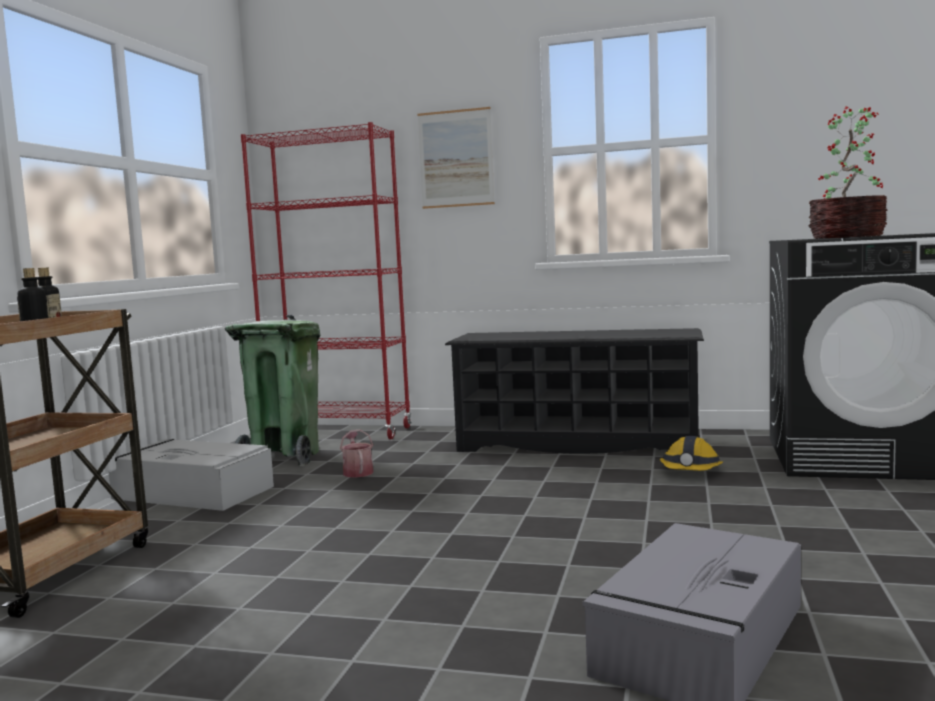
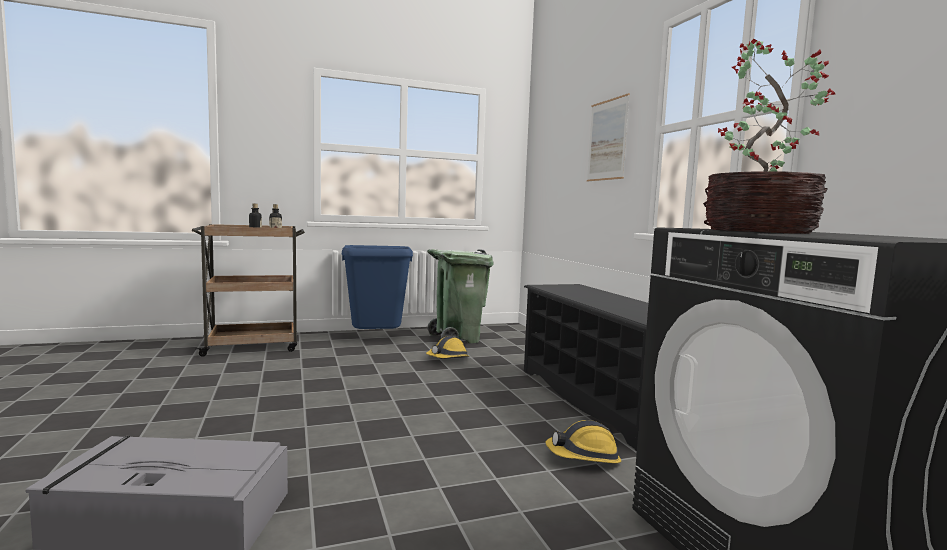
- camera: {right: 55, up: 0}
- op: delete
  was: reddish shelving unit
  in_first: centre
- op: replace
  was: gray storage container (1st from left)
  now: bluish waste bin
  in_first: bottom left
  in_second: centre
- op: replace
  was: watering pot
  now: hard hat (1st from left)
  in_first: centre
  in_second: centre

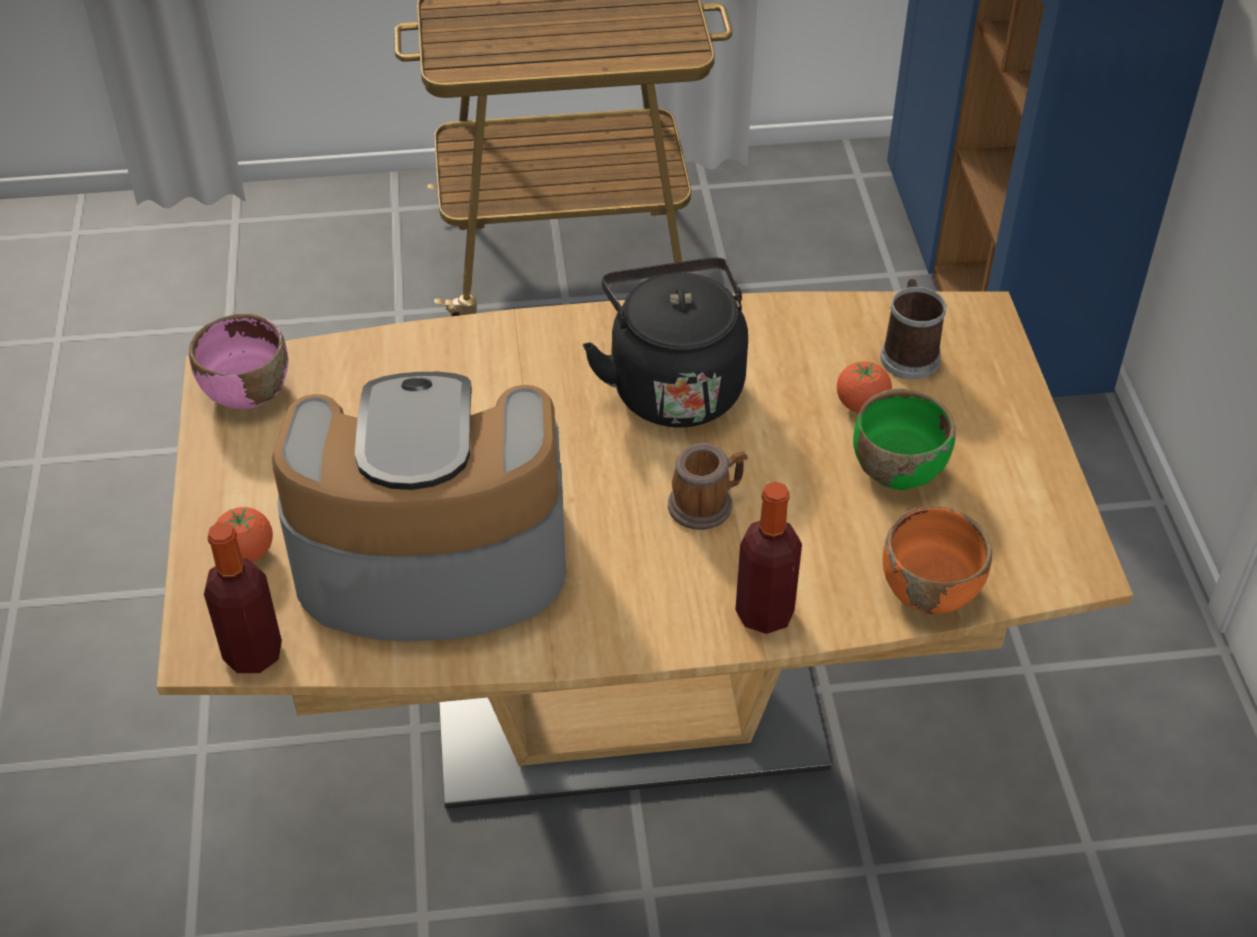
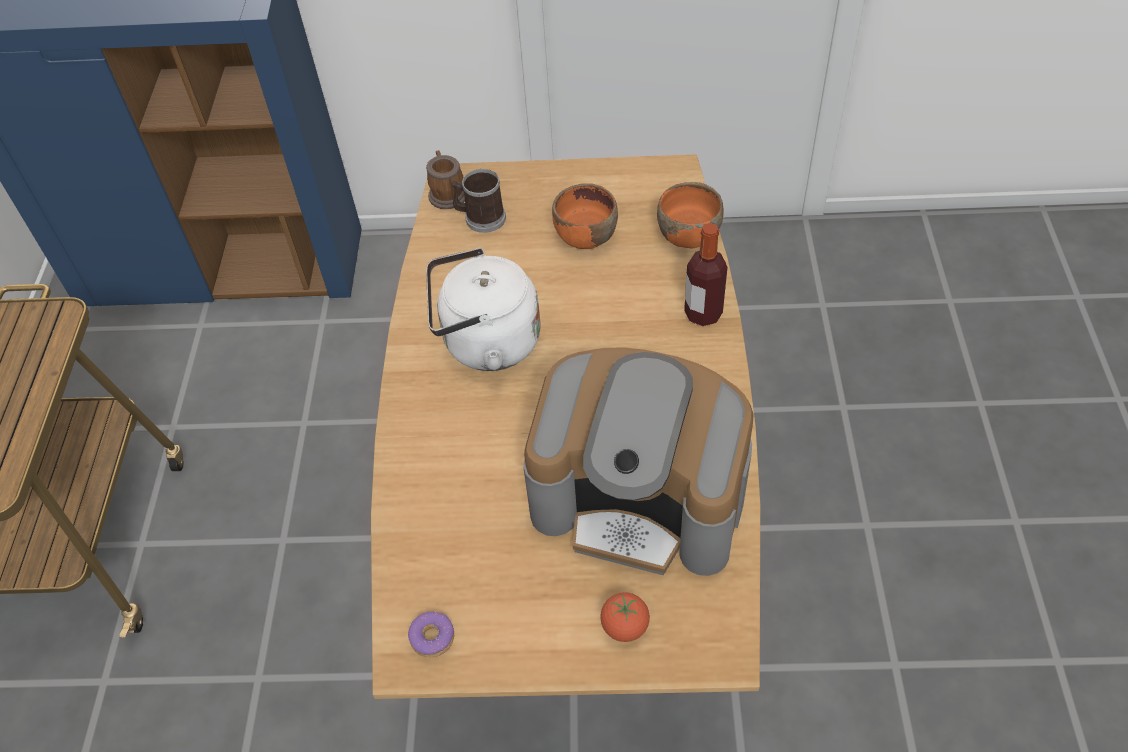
- camera: {right: -80, up: 5}
- op: delete
  was: bottle (1st from left)
  in_first: middle left
- op: delete
  was: fresh tomato (2nd from left)
  in_first: middle right
- op: move
  was: coffee mug (1st from left)
  in_first: centre
  in_second: top centre
- op: replace
  was: pinkish bowl
  now: donut
  in_first: middle left
  in_second: bottom centre
- op: recolor
  was: black-coloured tea kettle
  now: white-coloured tea kettle
  in_first: centre
  in_second: centre
- op: recolor
  was: greenish bowl
  now: orange bowl (1st from left)
  in_first: middle right
  in_second: top centre
- op: rotate
  was: coffee maker
  in_first: centre
  in_second: centre
  clockwise: -75

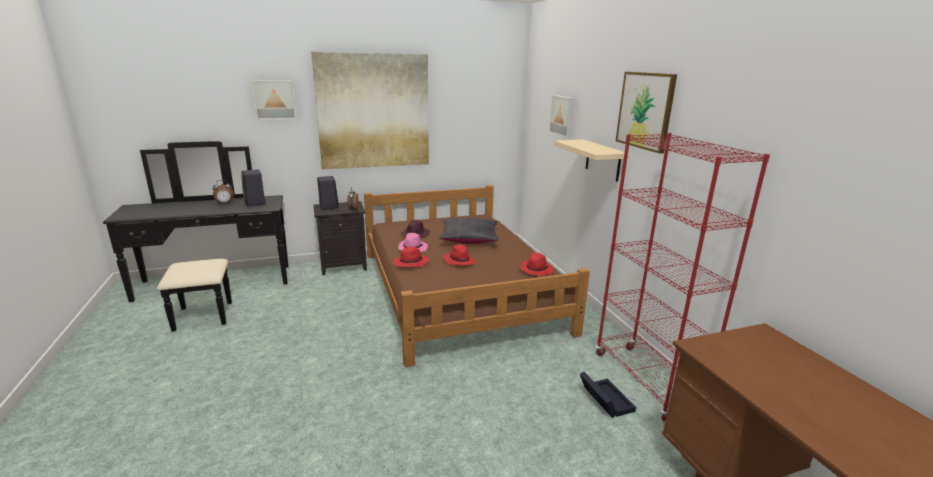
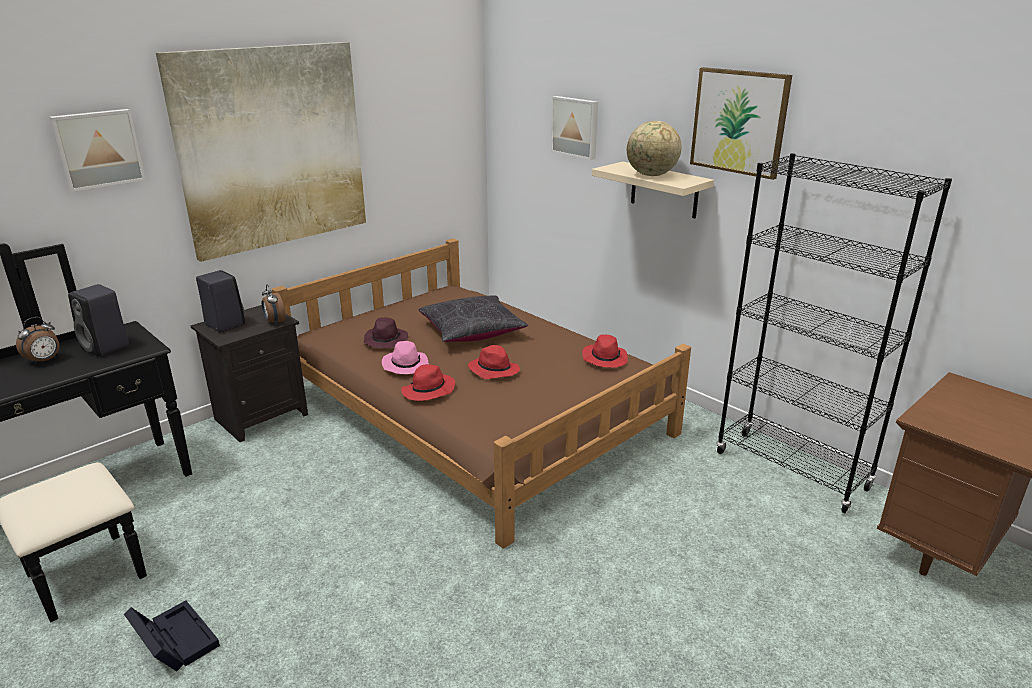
- camera: {right: -25, up: 5}
- op: insert
  now: world globe
  in_second: top centre
- op: move
  was: black-coloured storage container
  in_first: bottom centre
  in_second: bottom left
- op: recolor
  was: reddish shelving unit
  now: black-coloured shelving unit
  in_first: middle right
  in_second: middle right

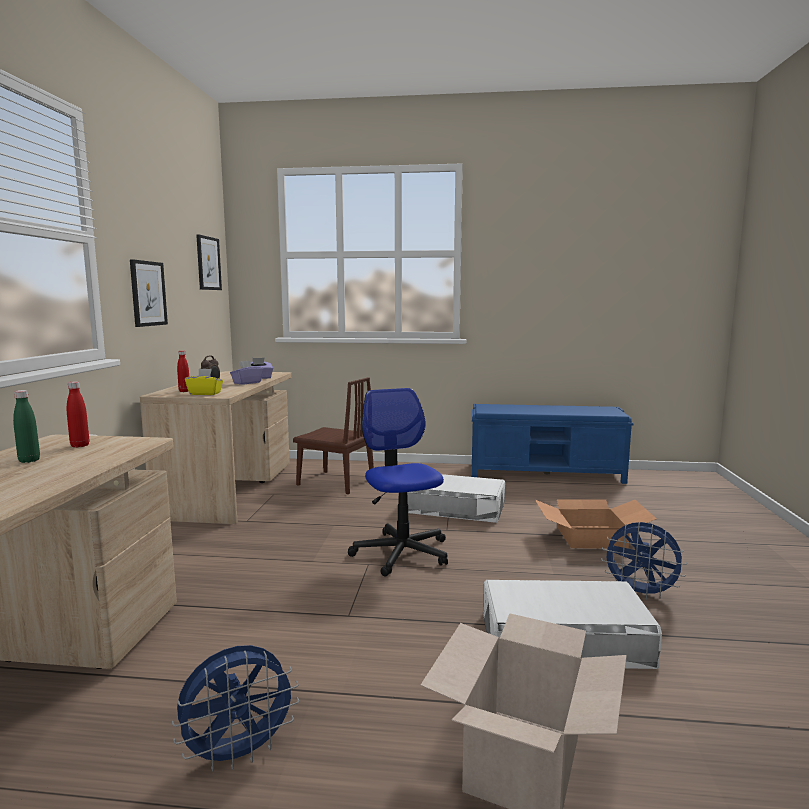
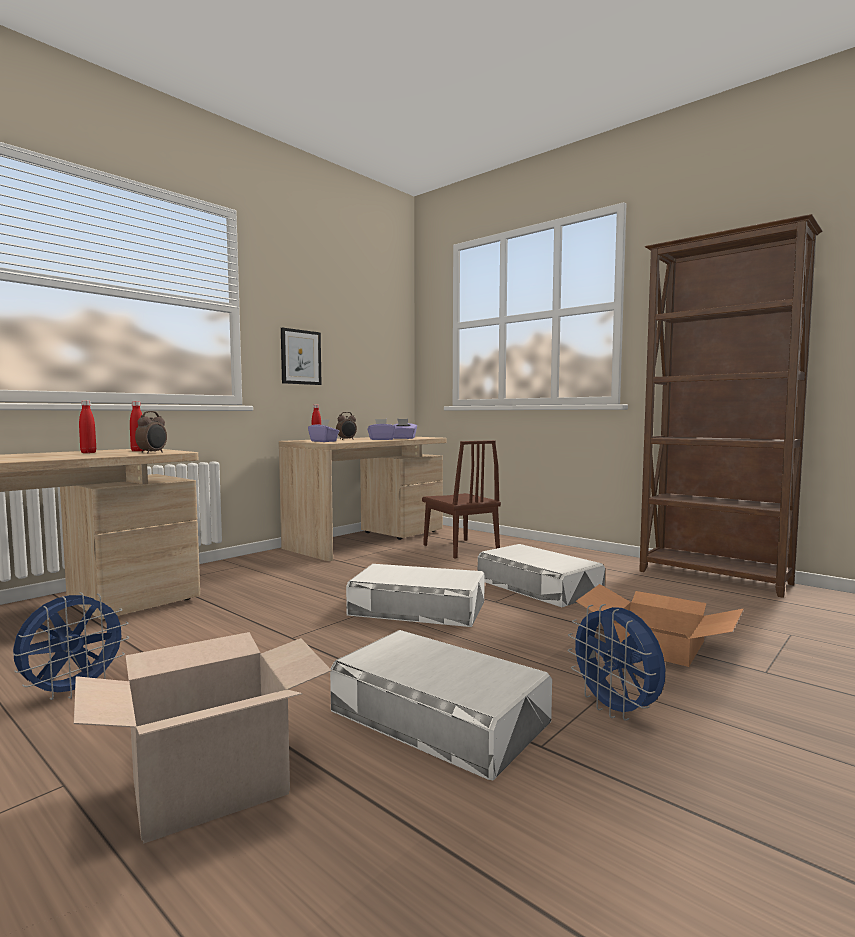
- camera: {right: 35, up: -5}
- op: delete
  was: picture (2nd from left)
  in_first: top left
- op: insert
  now: bedside clock (1st from left)
  in_second: middle left
- op: replace
  was: desk chair
  now: white-coloured storage container (1st from left)
  in_first: centre
  in_second: centre
- op: replace
  was: bluish long seat
  now: brown-coloured shelving unit
  in_first: middle right
  in_second: middle right
- op: recolor
  was: greenish bottle
  now: reddish bottle (1st from left)
  in_first: middle left
  in_second: middle left
- op: recolor
  was: yellow-coloured tissue holder
  now: purplish tissue holder (1st from left)
  in_first: middle left
  in_second: centre
- op: rotate
  was: bluish cooling fan (1st from left)
  in_first: bottom left
  in_second: bottom left
  clockwise: -60

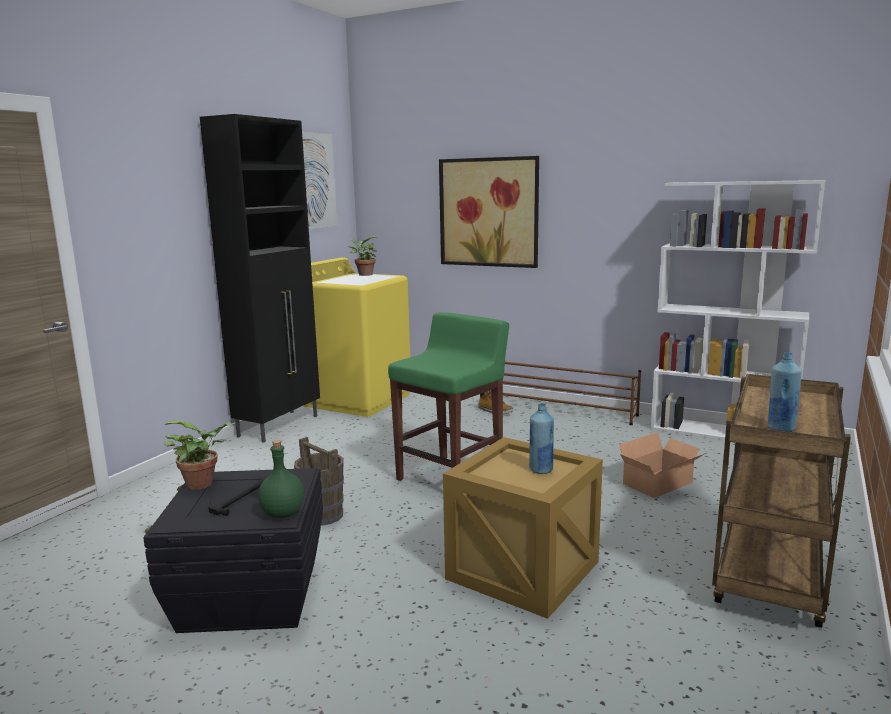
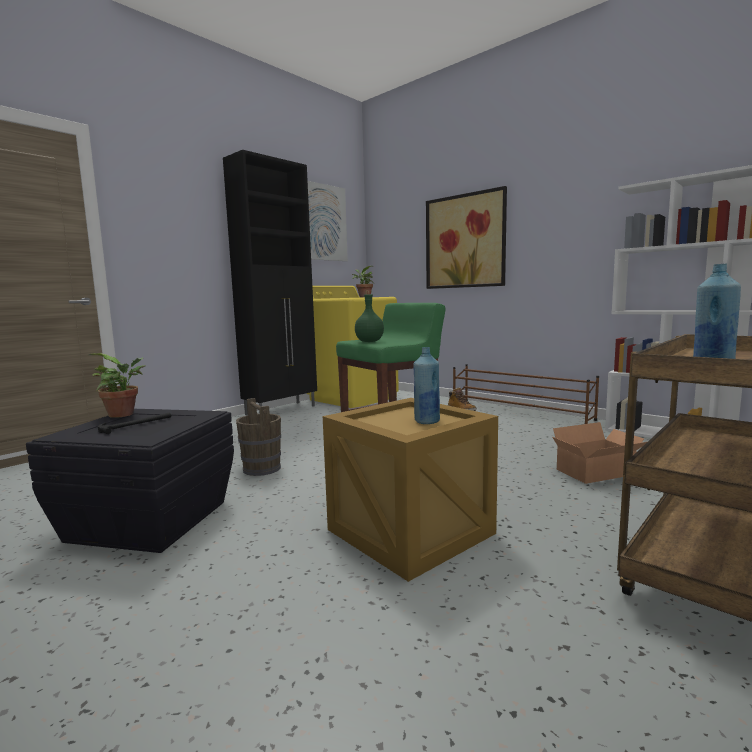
- camera: {right: 15, up: -5}
- op: move
  was: greenish bottle
  in_first: bottom left
  in_second: centre

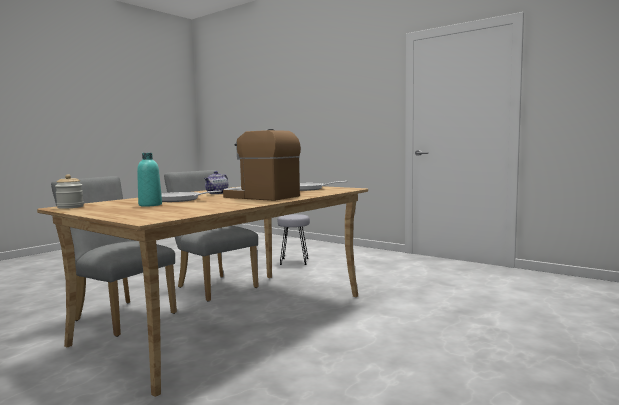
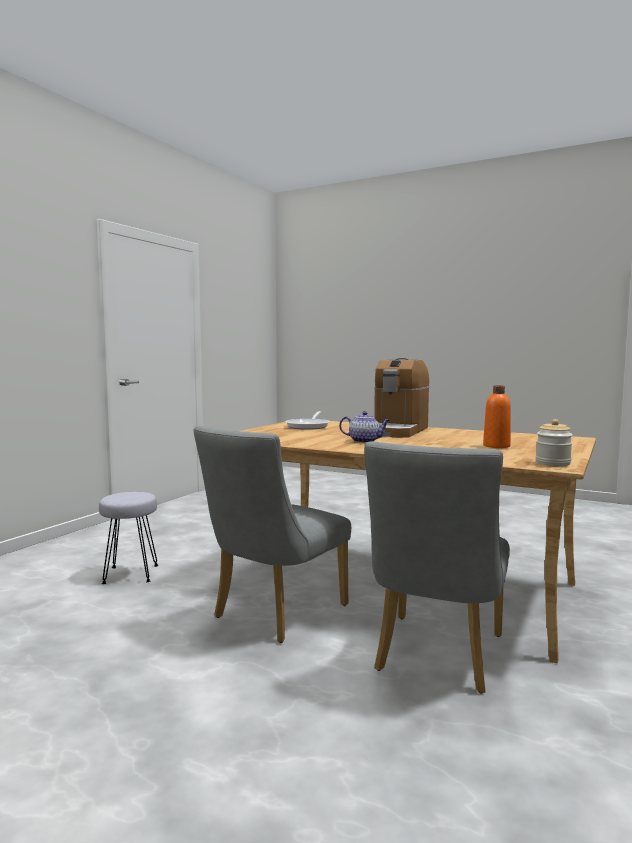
- camera: {right: -100, up: 0}
- op: delete
  was: skillet (1st from left)
  in_first: middle left
- op: recolor
  was: blue-green bottle
  now: orange bottle
  in_first: middle left
  in_second: middle right

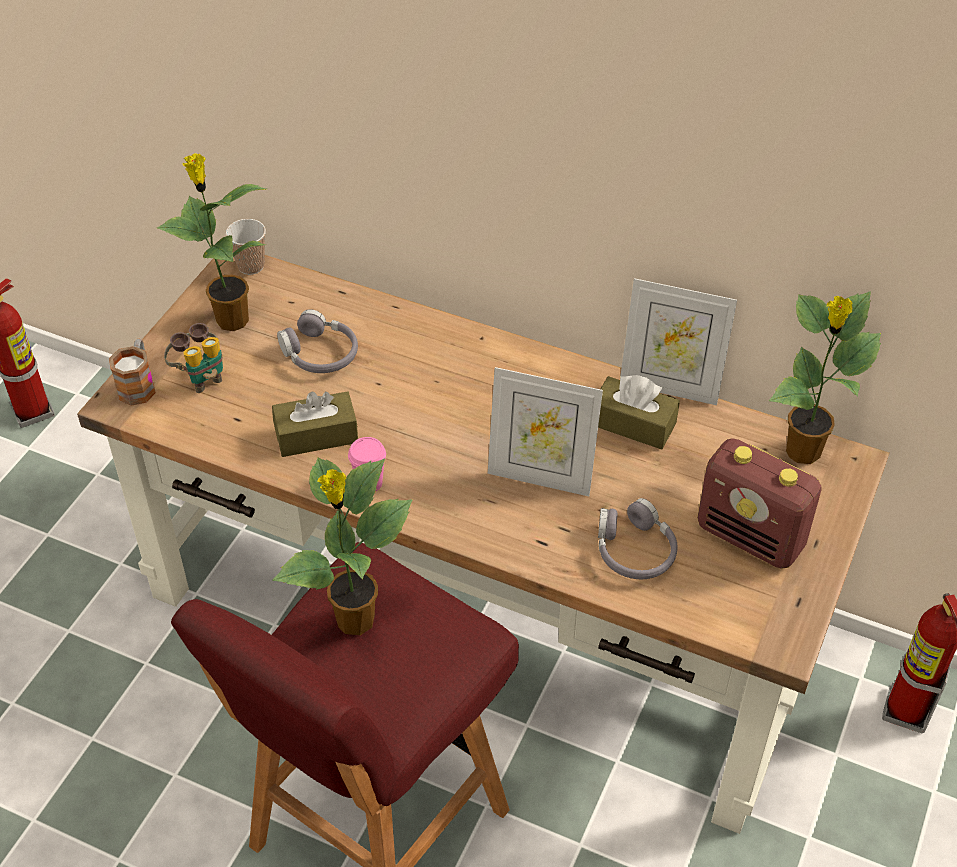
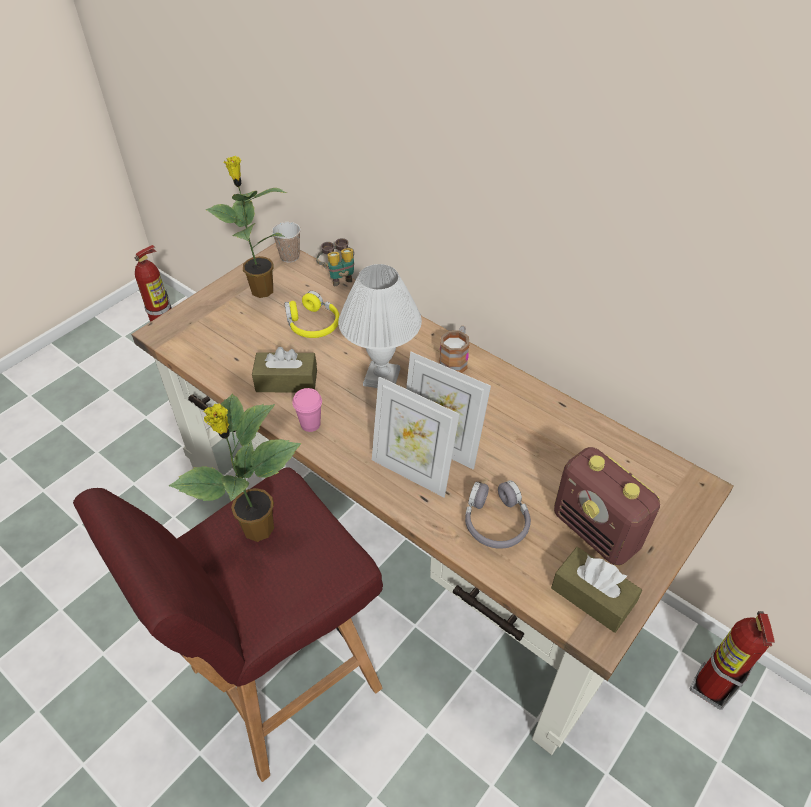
- camera: {right: 15, up: 0}
- op: delete
  was: houseplant (3rd from left)
  in_first: middle right
- op: insert
  now: white-coloured tabletop lamp
  in_second: centre
- op: move
  was: coffee mug
  in_first: middle left
  in_second: centre
- op: move
  was: pair of binoculars
  in_first: middle left
  in_second: top centre
- op: move
  was: brown-coloured tissue holder (2nd from left)
  in_first: middle right
  in_second: bottom right
- op: move
  was: picture frame (2nd from left in the first image)
  now: picture frame (1st from left)
  in_first: middle right
  in_second: centre
- op: recolor
  was: gray headset (1st from left)
  now: yellow-coloured headset
  in_first: middle left
  in_second: centre

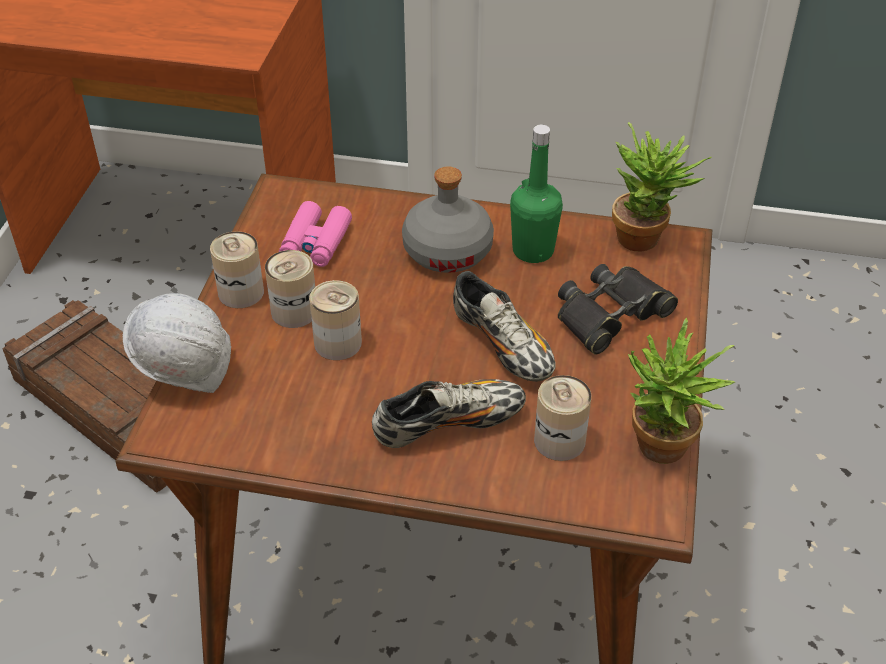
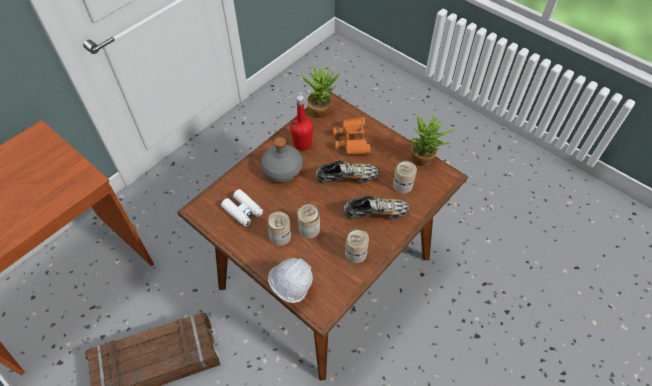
- camera: {right: -60, up: 10}
- op: move
  was: can (1st from left in the first image)
  now: can (3rd from left)
  in_first: middle left
  in_second: centre
- op: recolor
  was: pinkish pair of binoculars
  now: white-coloured pair of binoculars
  in_first: centre
  in_second: centre
- op: recolor
  was: greenish bottle
  now: reddish bottle
  in_first: top centre
  in_second: top centre
- op: recolor
  was: black-coloured pair of binoculars
  now: orange pair of binoculars
  in_first: middle right
  in_second: centre
- op: rotate
  was: shoe (1st from left in the first image)
  in_first: centre
  in_second: centre
  clockwise: 75

